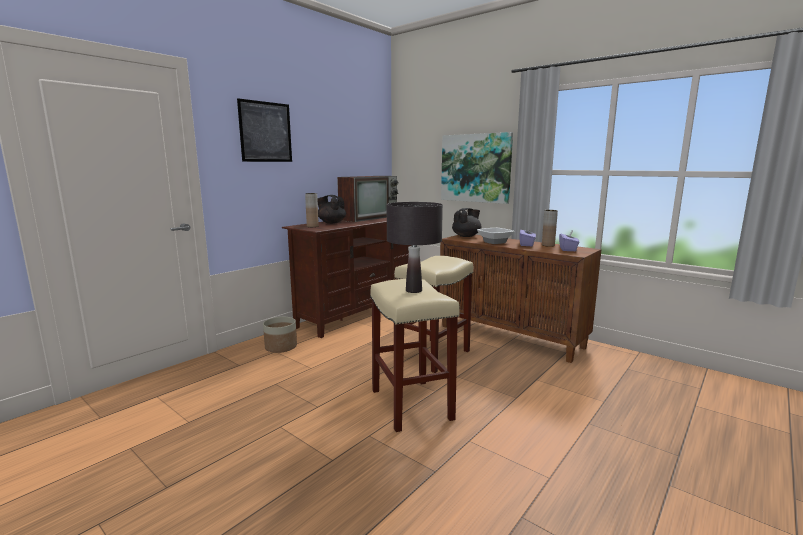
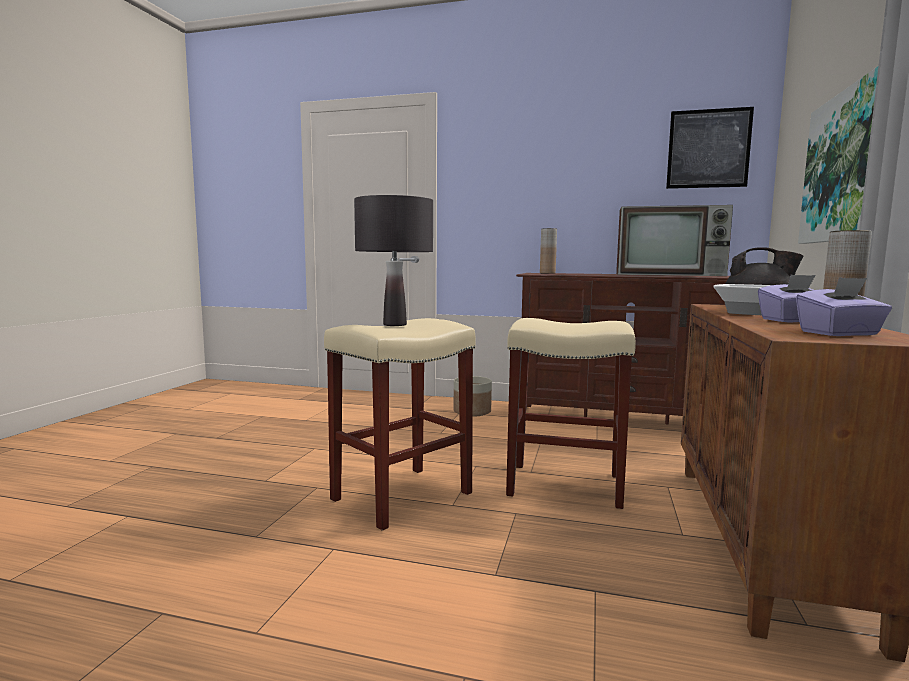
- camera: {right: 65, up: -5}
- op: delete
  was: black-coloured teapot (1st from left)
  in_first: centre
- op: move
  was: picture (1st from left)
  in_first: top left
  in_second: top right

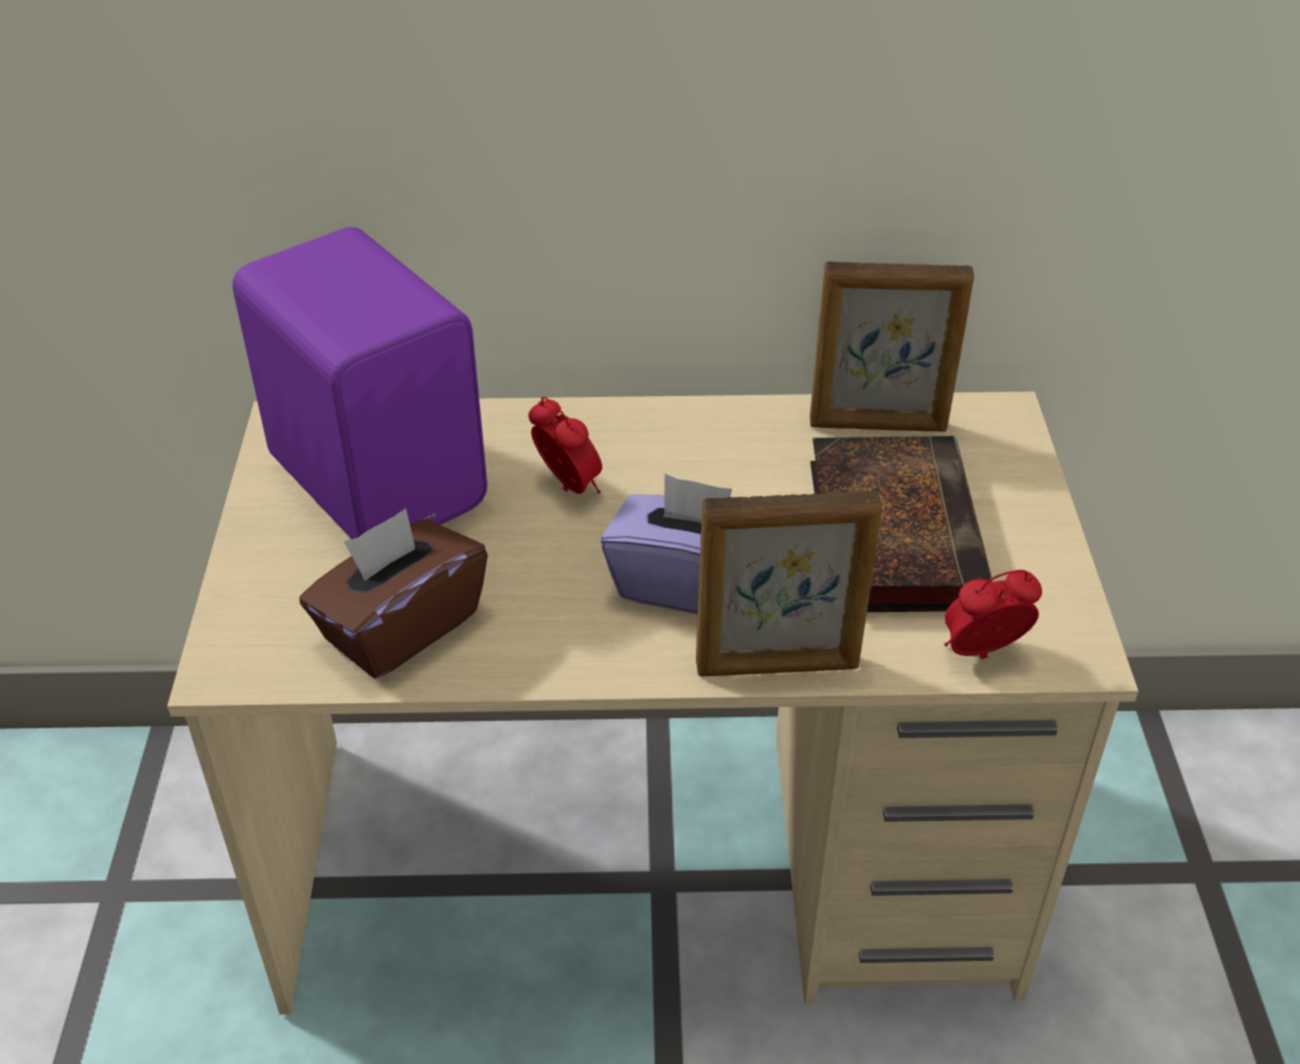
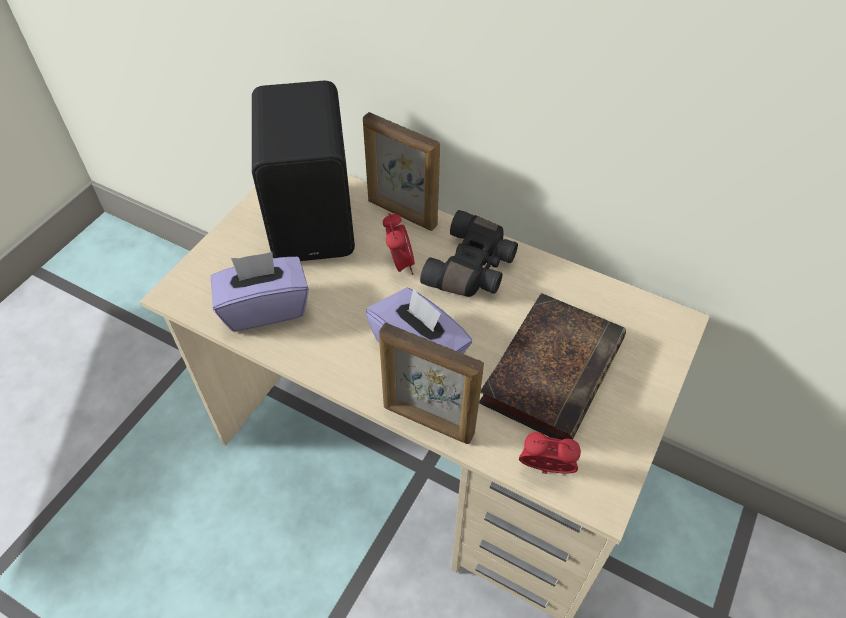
- camera: {right: 30, up: 10}
- op: insert
  now: black-coloured pair of binoculars
  in_second: centre
- op: move
  was: picture frame (2nd from left in the first image)
  now: picture frame (1st from left)
  in_first: top right
  in_second: top centre
- op: recolor
  was: purplish loudspeaker
  now: black-coloured loudspeaker
  in_first: middle left
  in_second: top centre
- op: recolor
  was: brown-coloured tissue holder
  now: purplish tissue holder (1st from left)
  in_first: middle left
  in_second: middle left

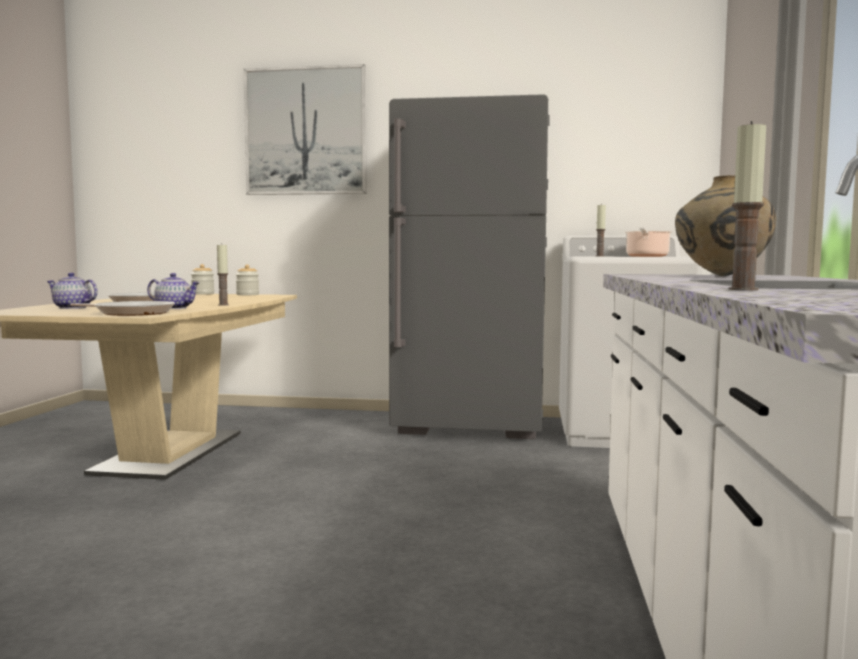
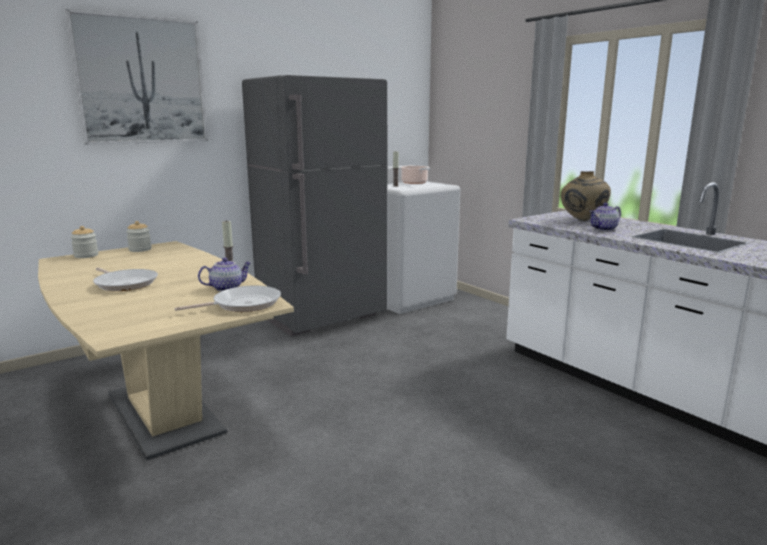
- camera: {right: -45, up: 10}
- op: delete
  was: candle (3rd from left)
  in_first: top right
- op: move
  was: teapot (1st from left in the first image)
  now: teapot (2nd from left)
  in_first: middle left
  in_second: middle right

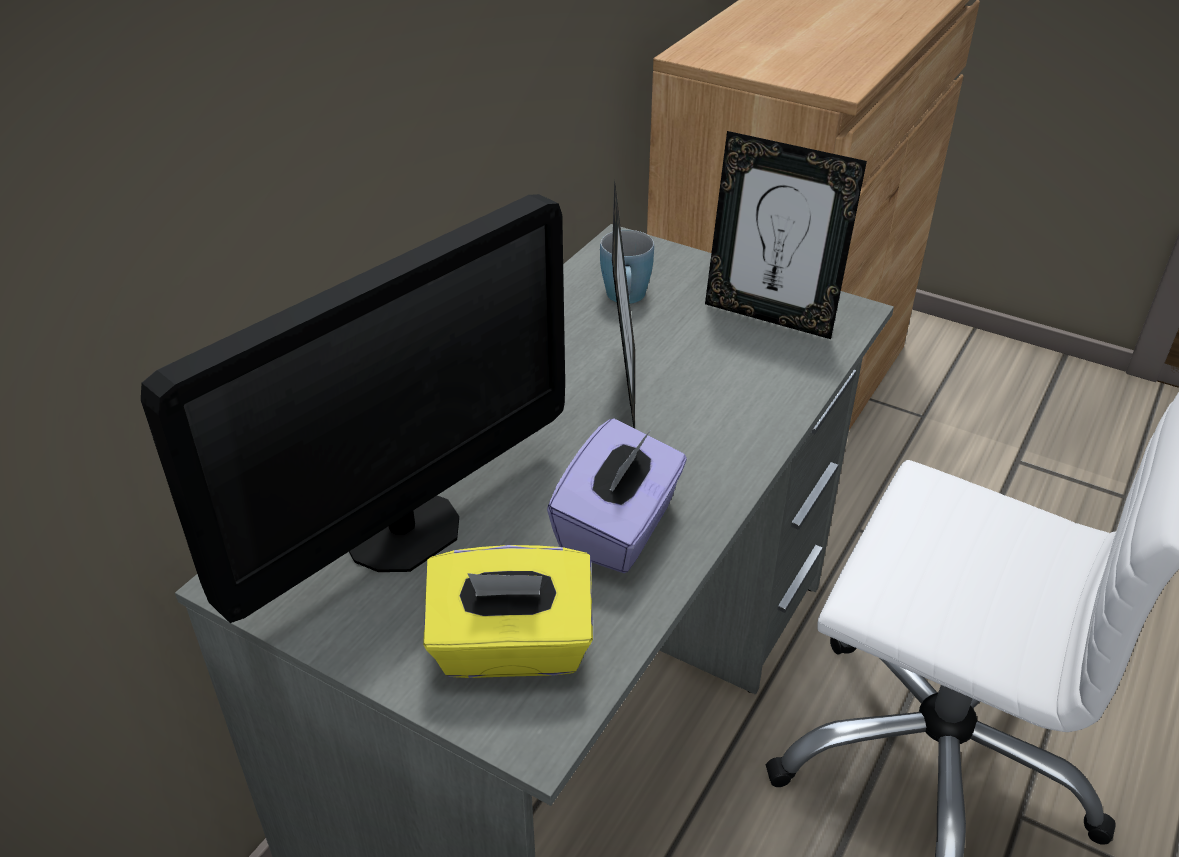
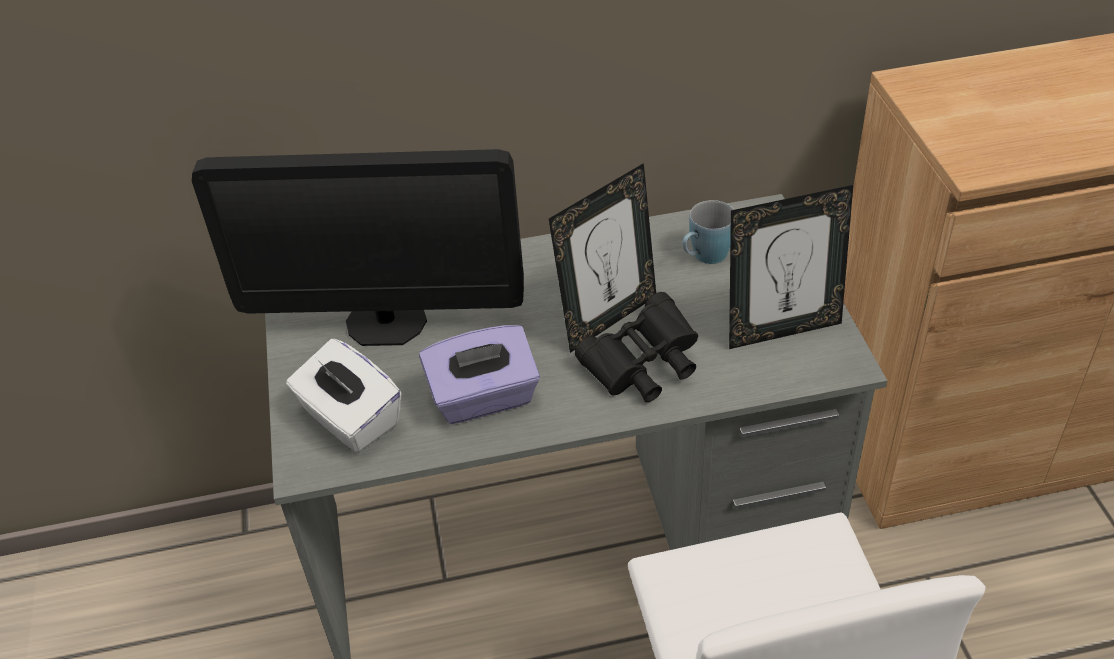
- camera: {right: 50, up: 5}
- op: insert
  now: black-coloured pair of binoculars
  in_second: centre
- op: recolor
  was: yellow-coloured tissue holder
  now: white-coloured tissue holder
  in_first: bottom centre
  in_second: middle left
- op: rotate
  was: picture frame (2nd from left)
  in_first: top right
  in_second: middle right
  clockwise: -90

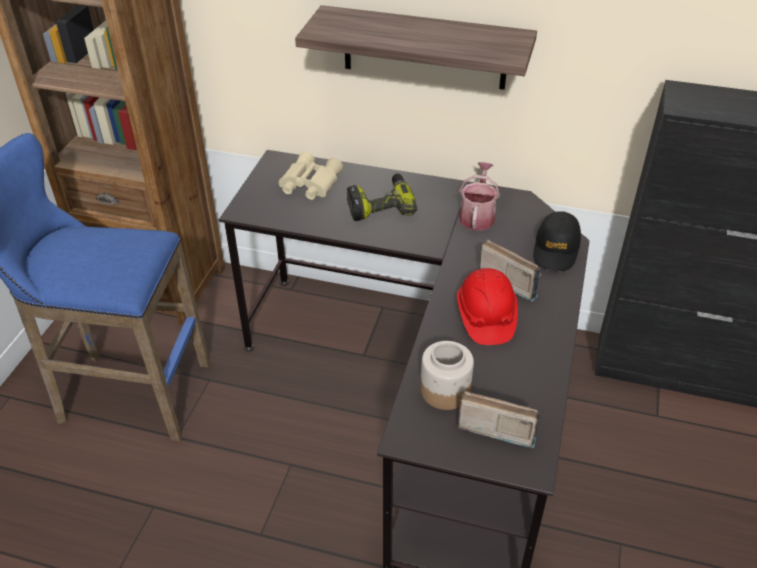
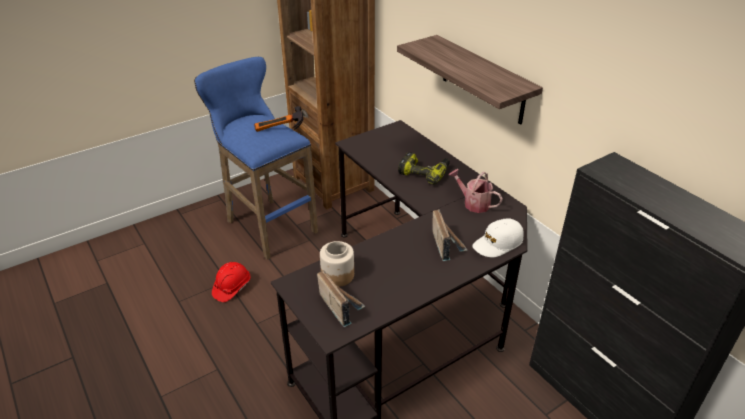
- camera: {right: 40, up: -5}
- op: delete
  was: sand-coloured pair of binoculars
  in_first: top centre
- op: insert
  now: tool hammer
  in_second: top centre
- op: move
  was: reddish hard hat
  in_first: centre
  in_second: bottom left
- op: recolor
  was: black-coloured baseball cap
  now: white-coloured baseball cap
  in_first: middle right
  in_second: middle right
- op: rotate
  was: watering pot
  in_first: centre
  in_second: centre
  clockwise: -105

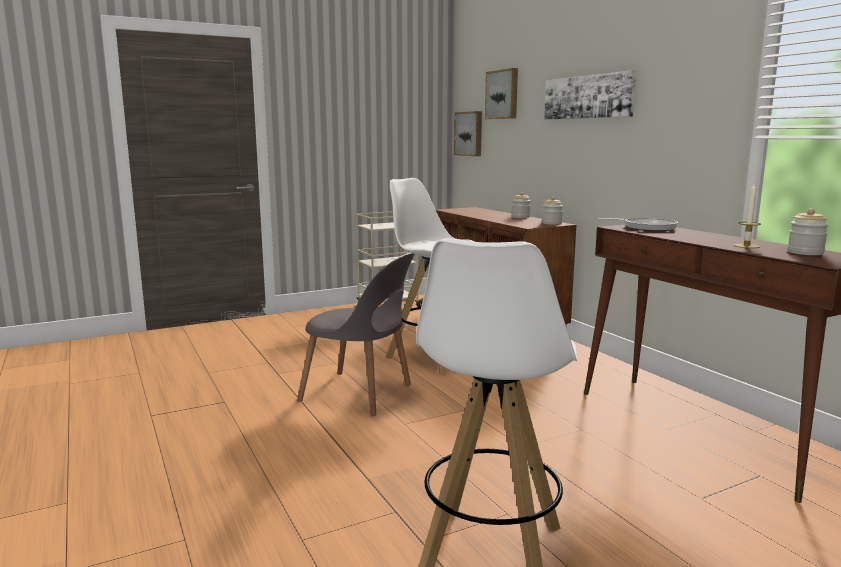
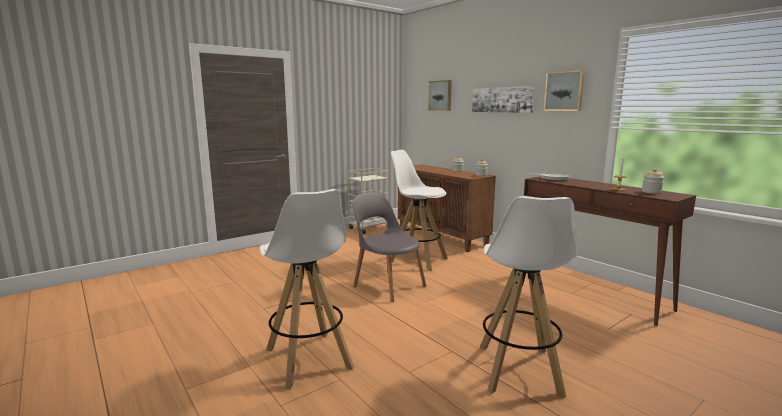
- camera: {right: -10, up: 0}
- op: insert
  now: white-coloured stool seat (1st from left)
  in_second: bottom centre
- op: move
  was: picture (1st from left in the first image)
  now: picture (3rd from left)
  in_first: top centre
  in_second: top right
- op: rotate
  was: gray upright chair
  in_first: centre
  in_second: centre
  clockwise: -150

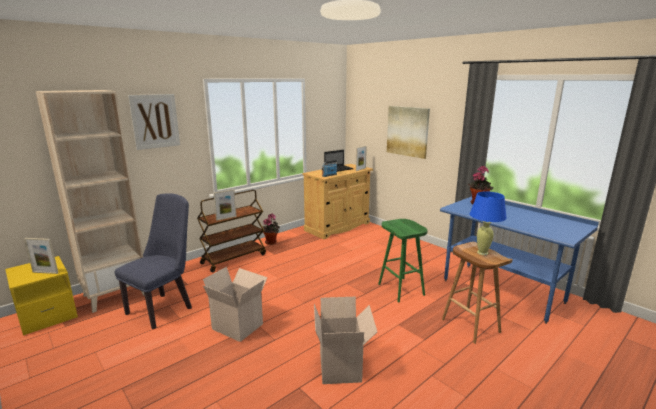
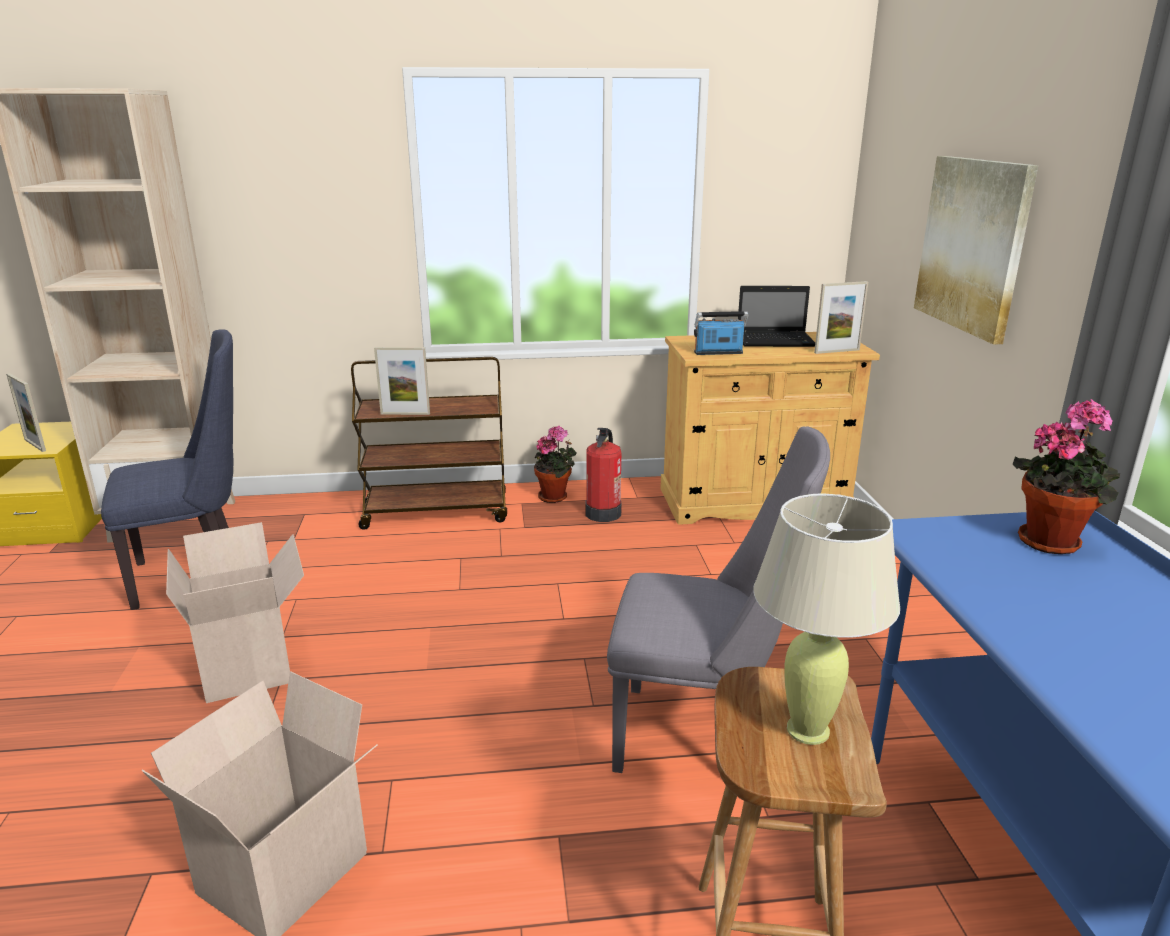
- camera: {right: 35, up: 5}
- op: delete
  was: picture (1st from left)
  in_first: top left
- op: insert
  now: fire-fighting cylinder
  in_second: centre
- op: replace
  was: greenish stool seat
  now: gray upright chair
  in_first: centre
  in_second: centre
- op: recolor
  was: bluish tabletop lamp
  now: sand-coloured tabletop lamp
  in_first: middle right
  in_second: middle right

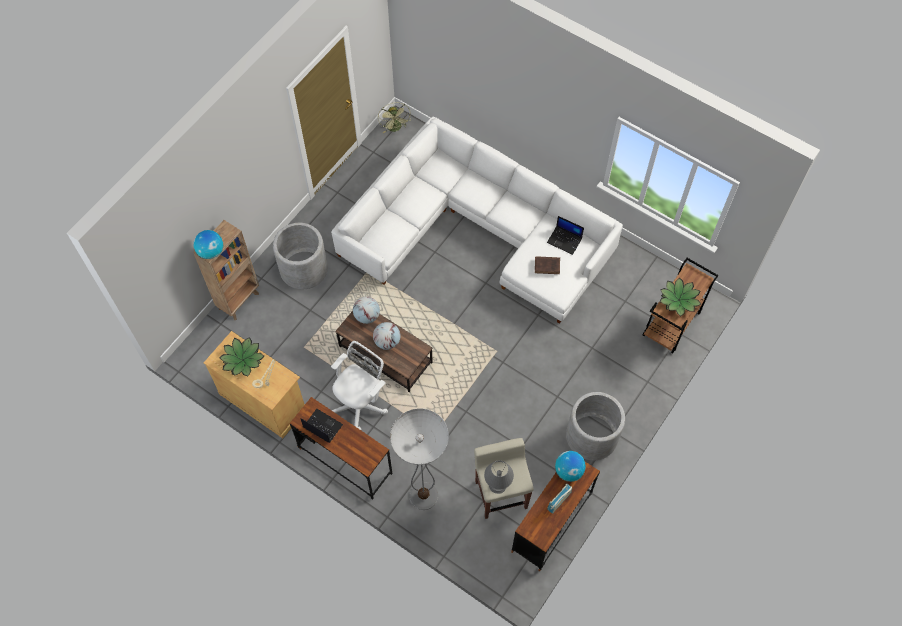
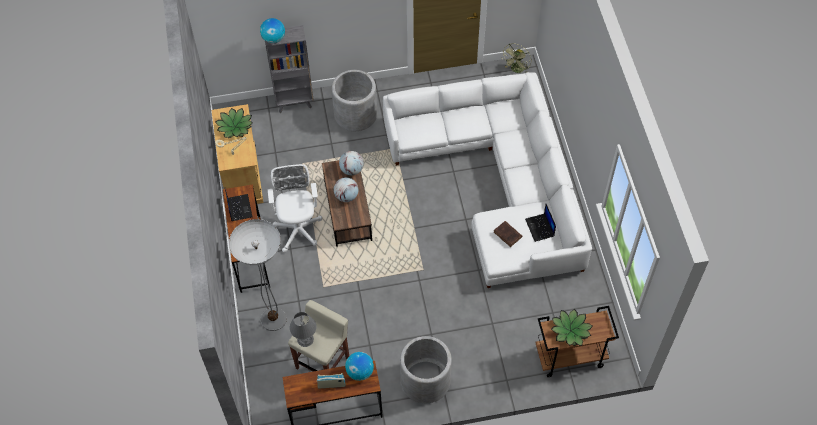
- camera: {right: 45, up: -5}
- op: recolor
  was: brown-coloured shelving unit
  now: gray shelving unit
  in_first: middle left
  in_second: top centre
- op: rotate
  was: white-coloured desk chair
  in_first: centre
  in_second: centre
  clockwise: -90

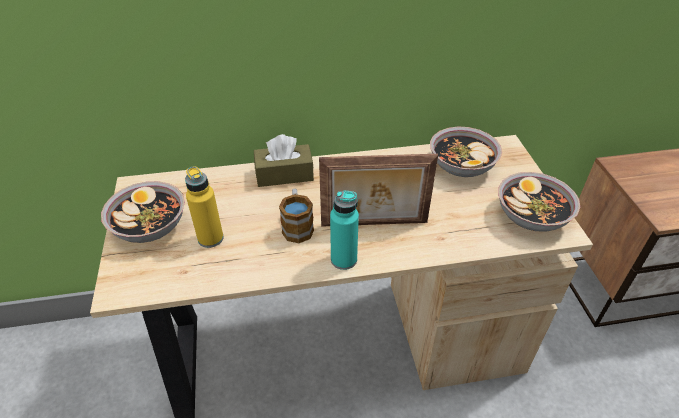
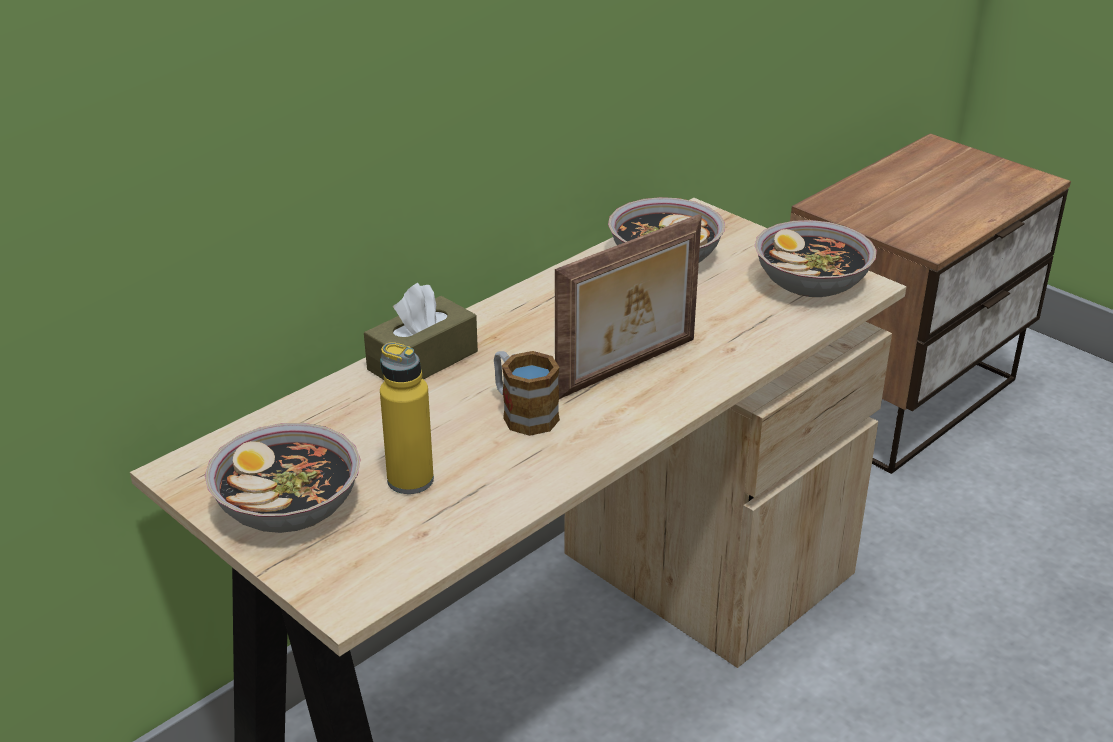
- camera: {right: -35, up: -10}
- op: delete
  was: blue-green bottle
  in_first: centre

